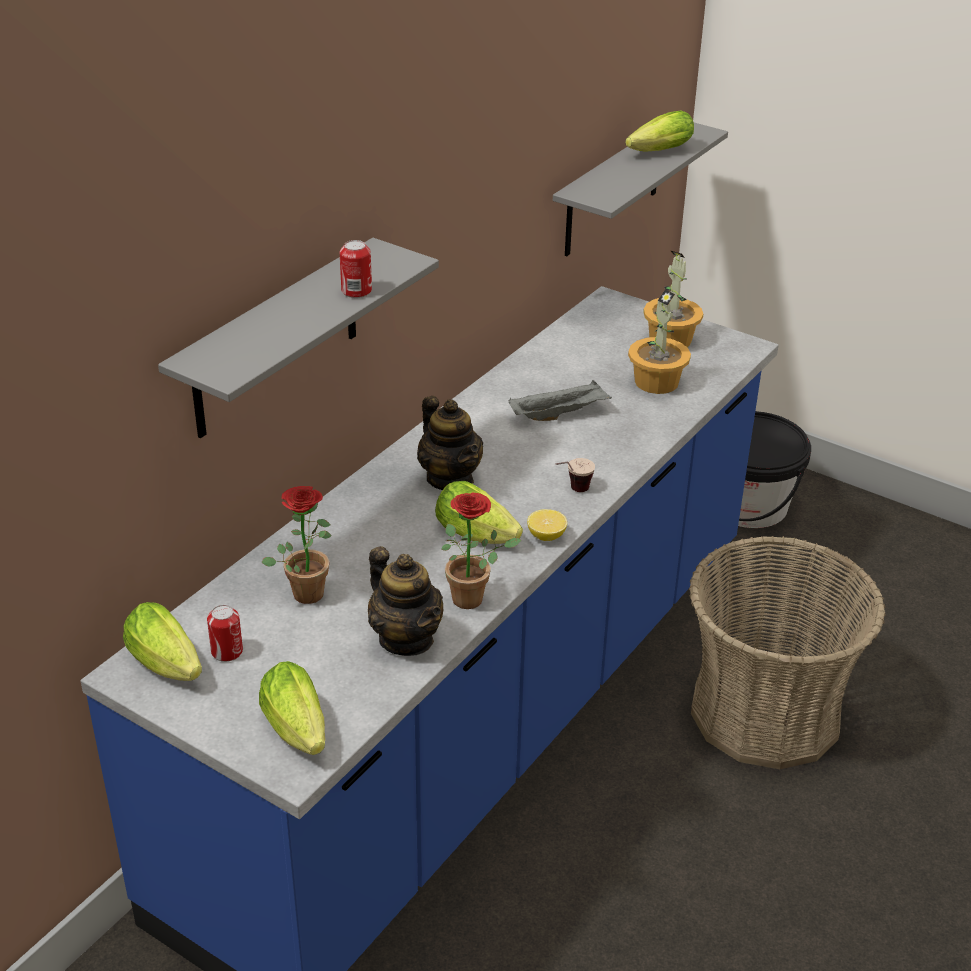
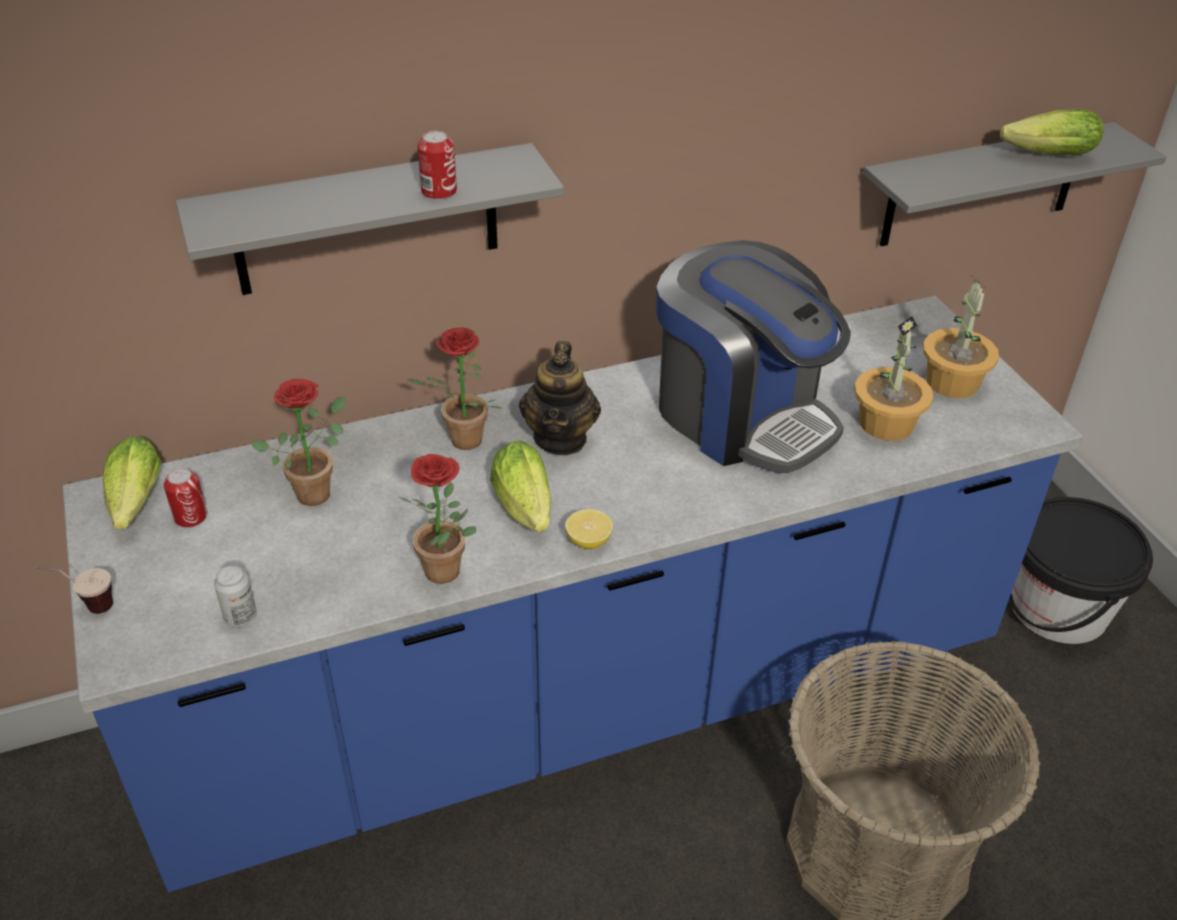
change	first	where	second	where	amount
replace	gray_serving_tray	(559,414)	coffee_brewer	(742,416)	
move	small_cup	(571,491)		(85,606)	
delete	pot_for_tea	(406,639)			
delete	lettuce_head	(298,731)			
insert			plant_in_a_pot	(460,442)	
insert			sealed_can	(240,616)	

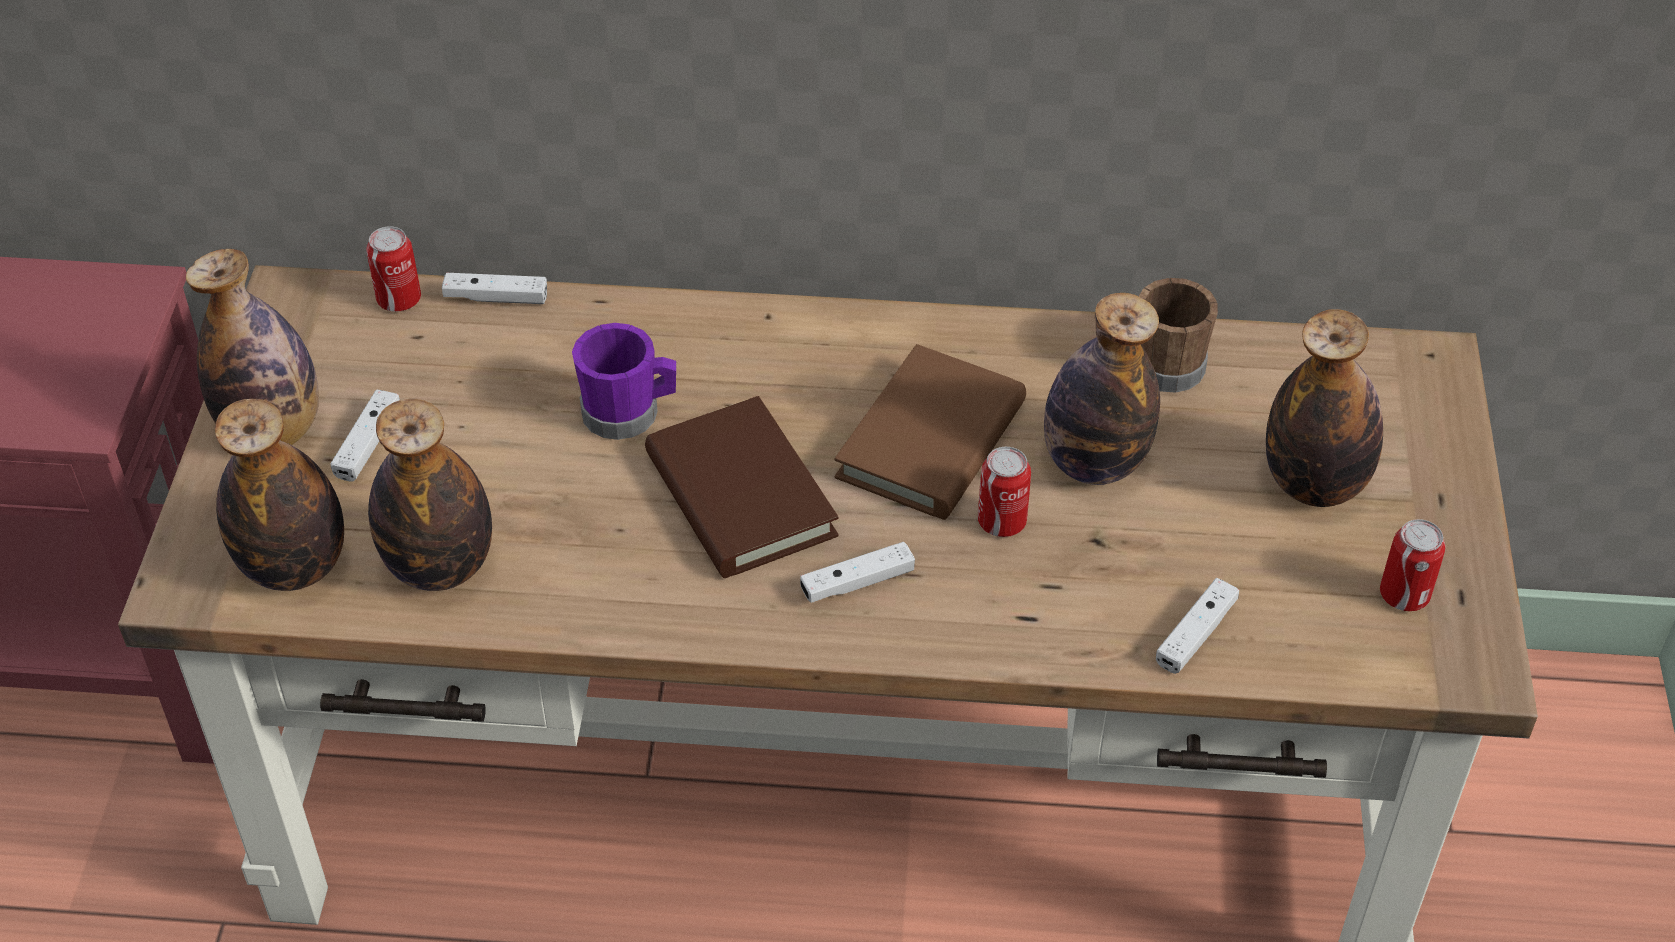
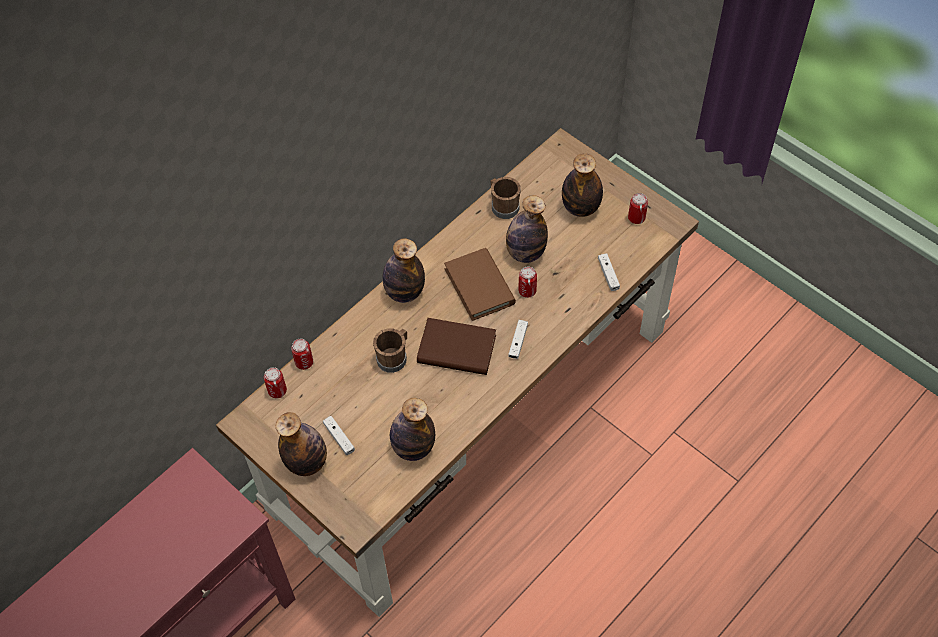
change	first	where	second	where	amount
replace	whitish_joypad	(496,298)	sealed_can	(304,362)	
recolor	purple-coloured_mug	(629,413)	brown_mug	(394,357)	
move	drink_bottle	(295,566)		(404,292)	

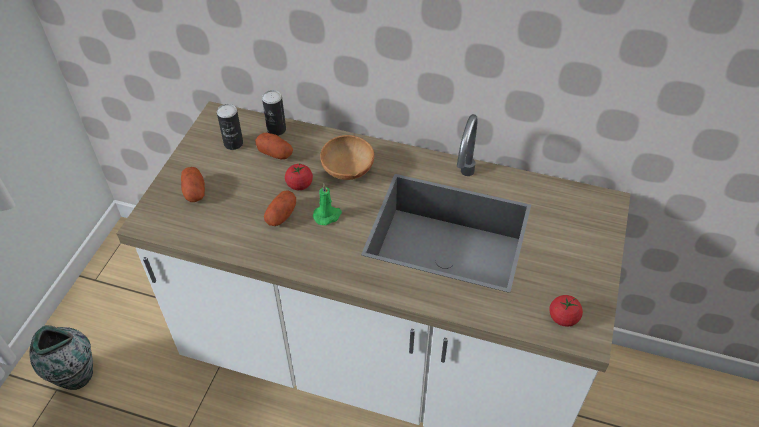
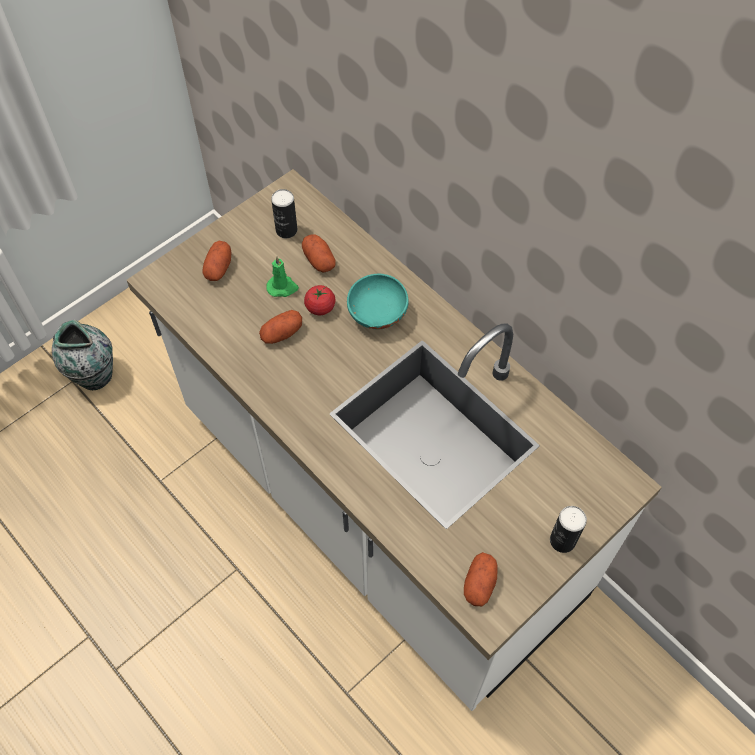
change	first	where	second	where	amount
move	sealed_can	(276,129)		(562,540)	
recolor	brown_bowl	(347,171)	turquoise_bowl	(376,314)	
move	greenish_wax_candle	(327,215)		(282,287)	
replace	fresh_tomato	(563,318)	whole_potato	(479,584)	

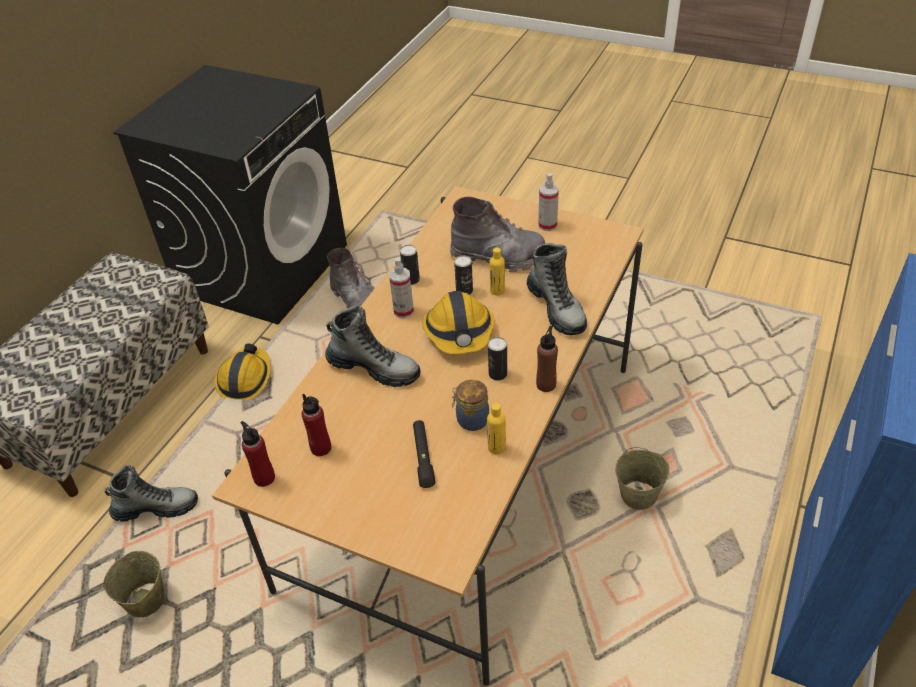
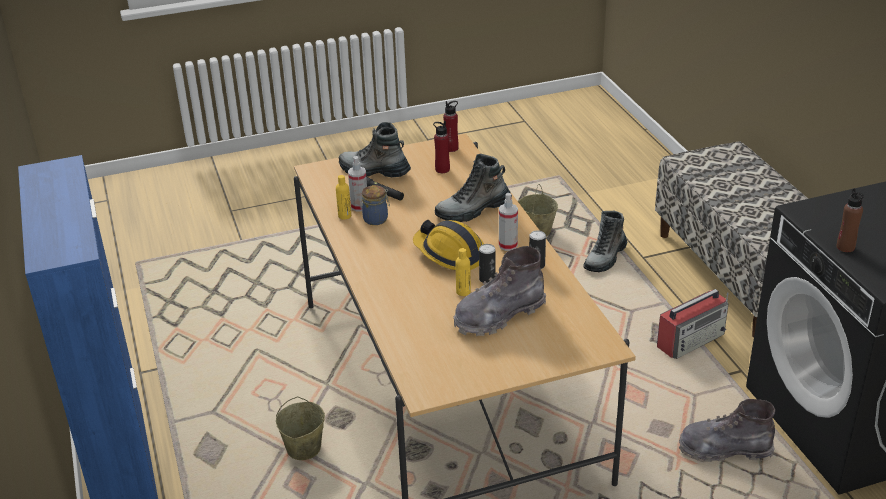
change	first	where	second	where	amount
move	spray_bottle	(547,225)		(359,206)	
move	tall_boot	(556,308)		(374,171)	
move	brown_drink_bottle	(546,384)		(845,247)	
delete	sealed_can	(497,374)			
replace	work_helmet	(245,379)	radio_receiver	(691,340)	

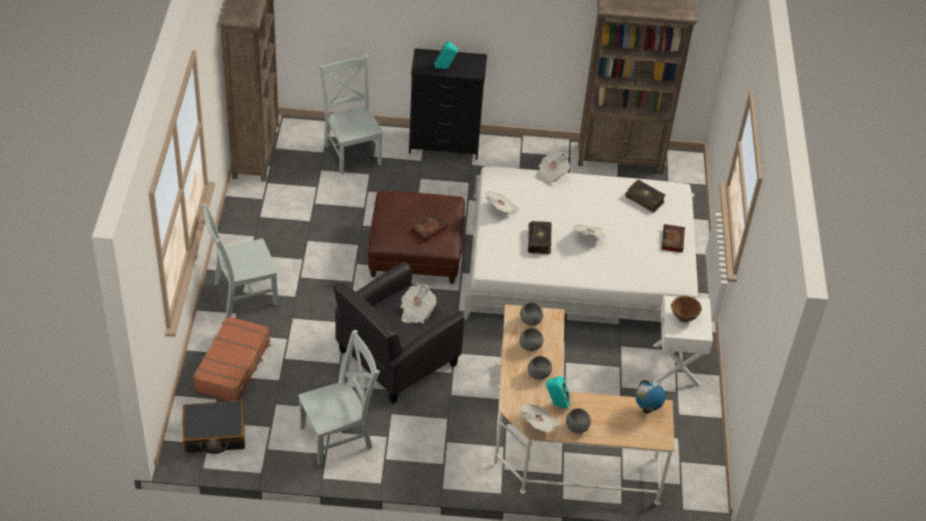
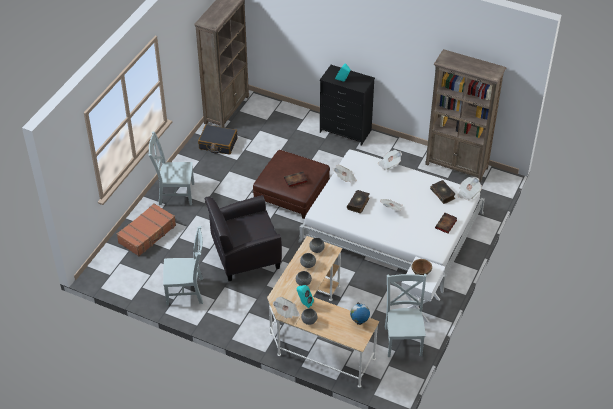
change	first	where	second	where	amount
move	gray_upright_chair	(352,152)		(403,339)	
move	daily_paper	(416,311)		(468,193)	
move	black-coloured_piece_of_luggage	(214,433)		(218,144)	

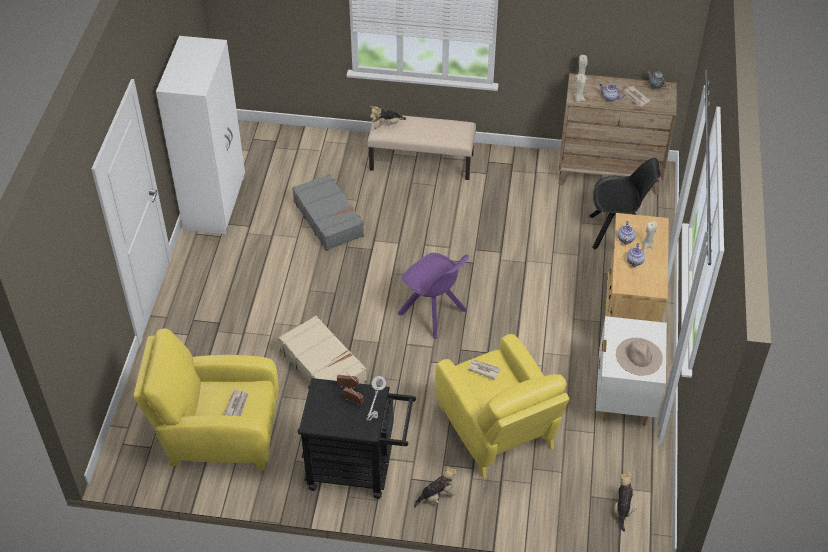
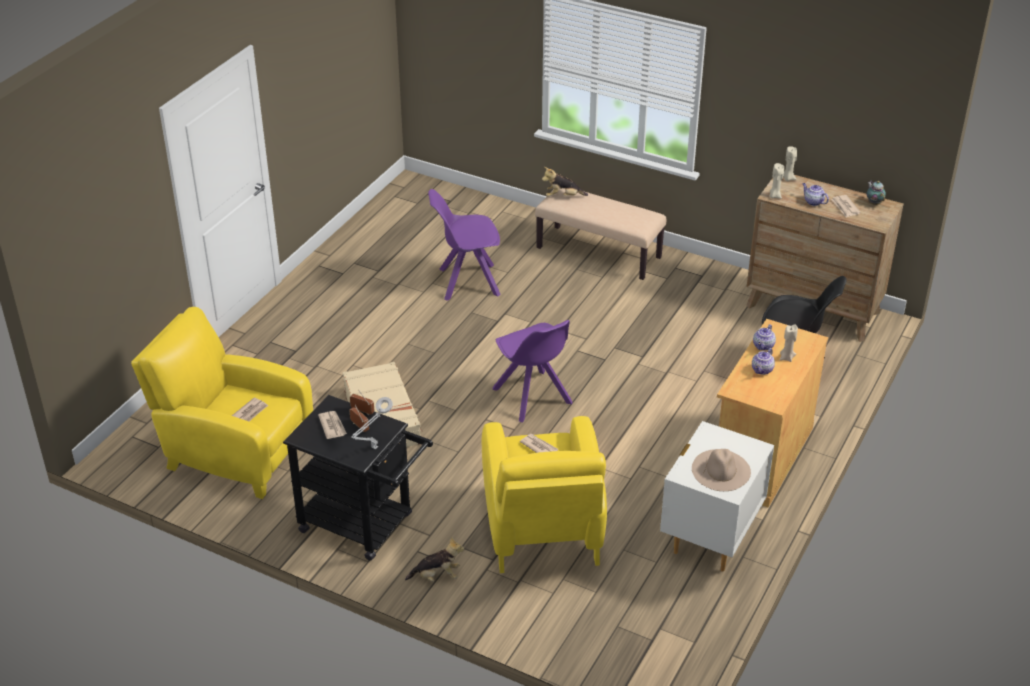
change	first	where	second	where	amount
delete	whitish_clothes_cupboard	(215,203)			
replace	gray_piece_of_luggage	(329,218)	purple-coloured_upright_chair	(467,282)	
delete	cuddly_toy	(623,508)			
insert			daily_paper	(332,426)	

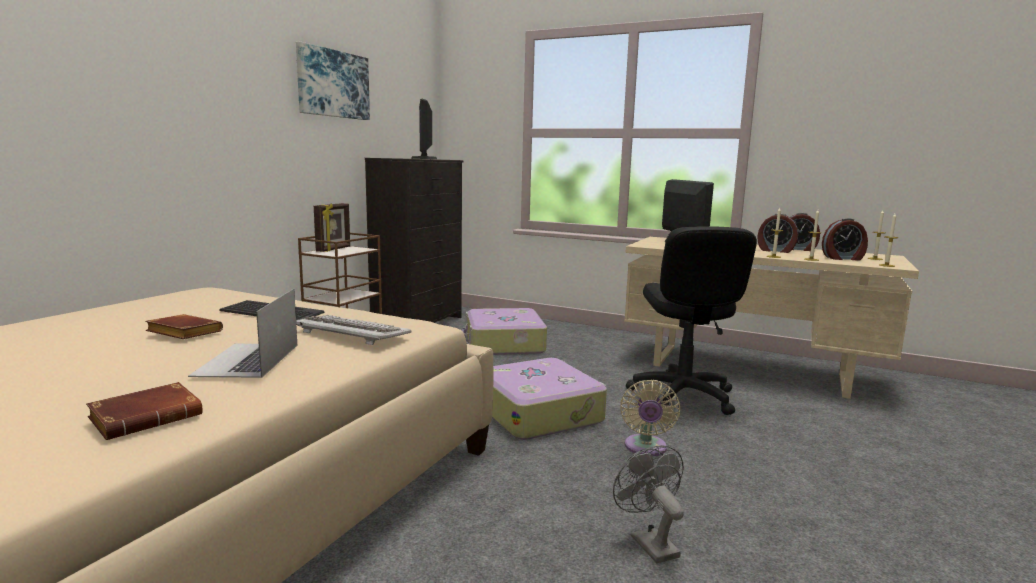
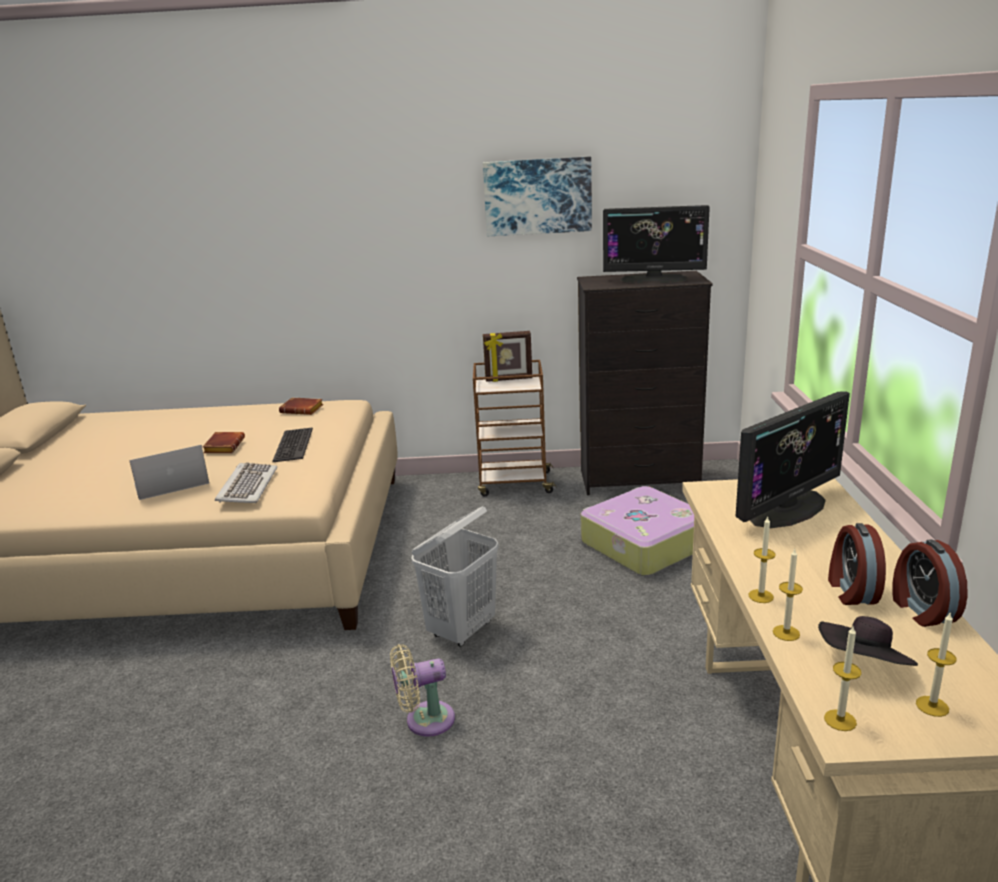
change	first	where	second	where	amount
rotate	computer_screen	(424,158)		(654,279)	135 degrees counterclockwise
replace	alarm_clock	(843,258)	black-coloured_wearable_hat	(864,666)	
delete	black-coloured_computer_chair	(682,396)			
replace	piece_of_luggage	(539,412)	whitish_laundry_basket	(462,630)	
move	brown_bound_book	(148,417)		(303,410)	
delete	gray_cooling_fan	(649,542)			

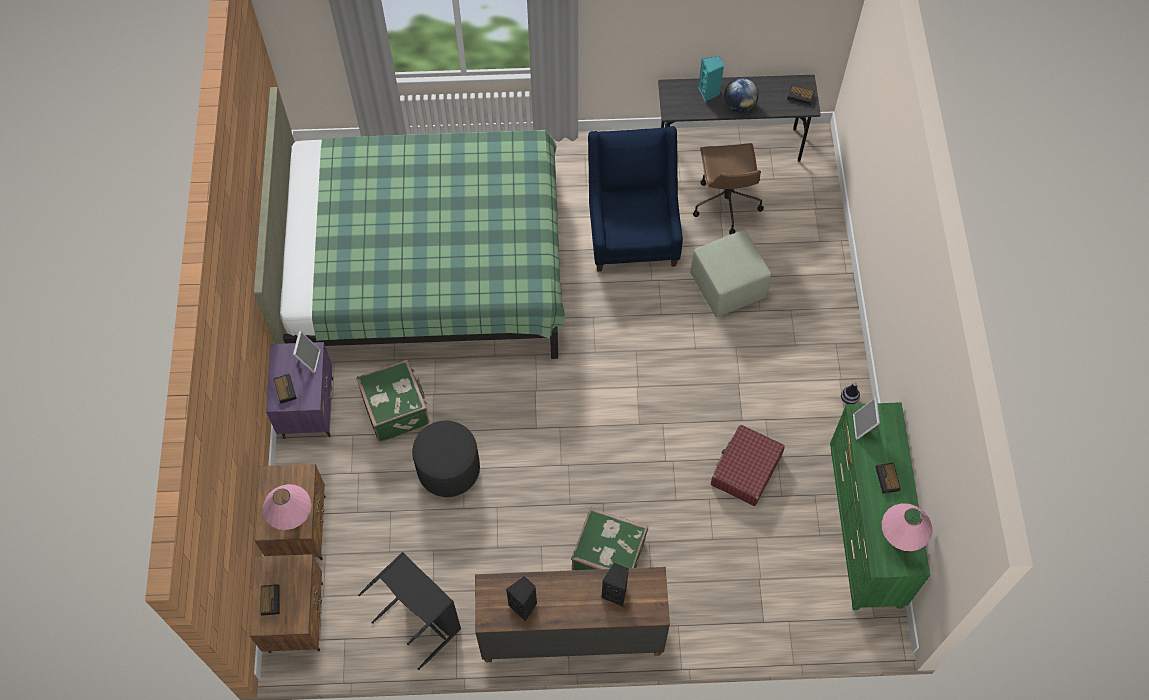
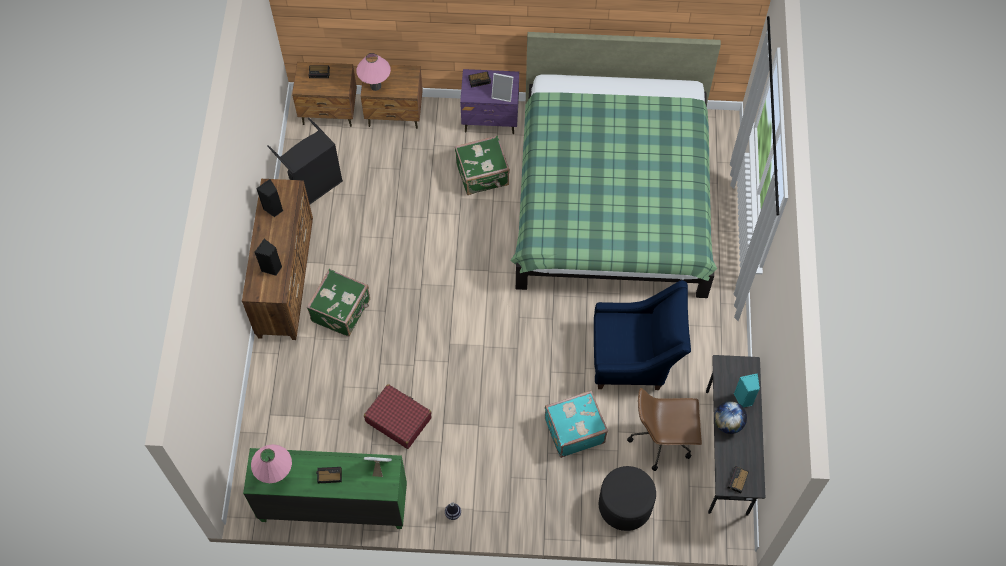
change	first	where	second	where	amount
replace	greenish_footrest	(728,287)	turquoise_piece_of_luggage	(573,430)	
move	black-coloured_footrest	(448,469)		(625,505)	

